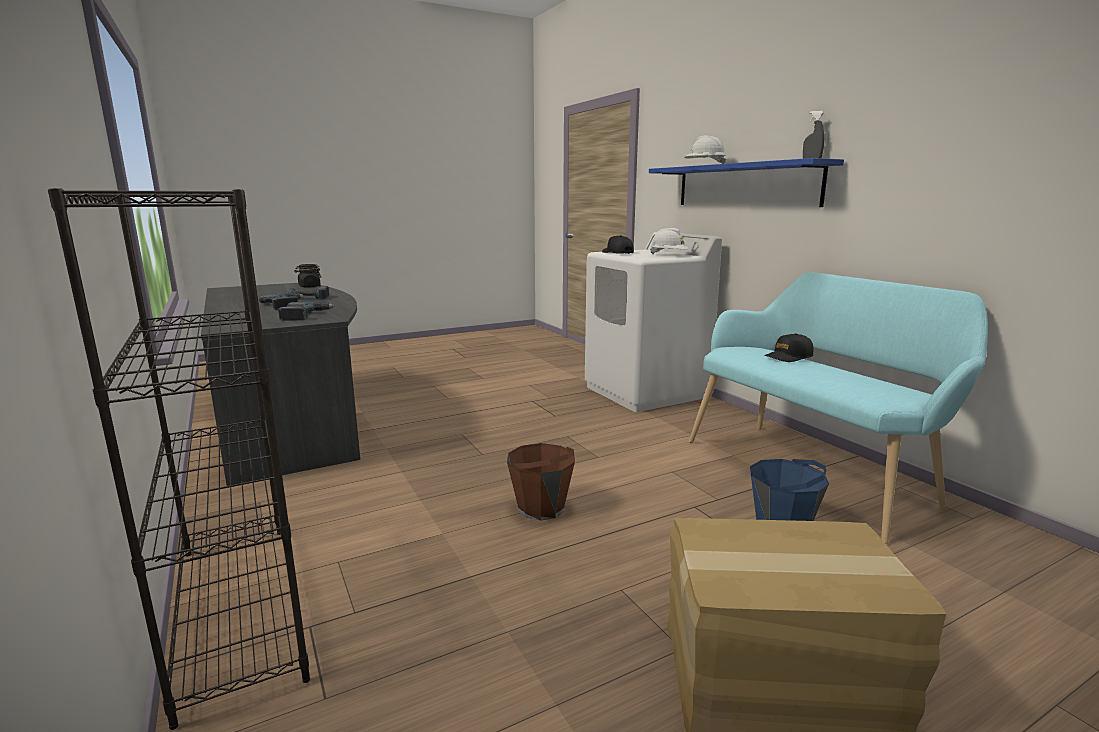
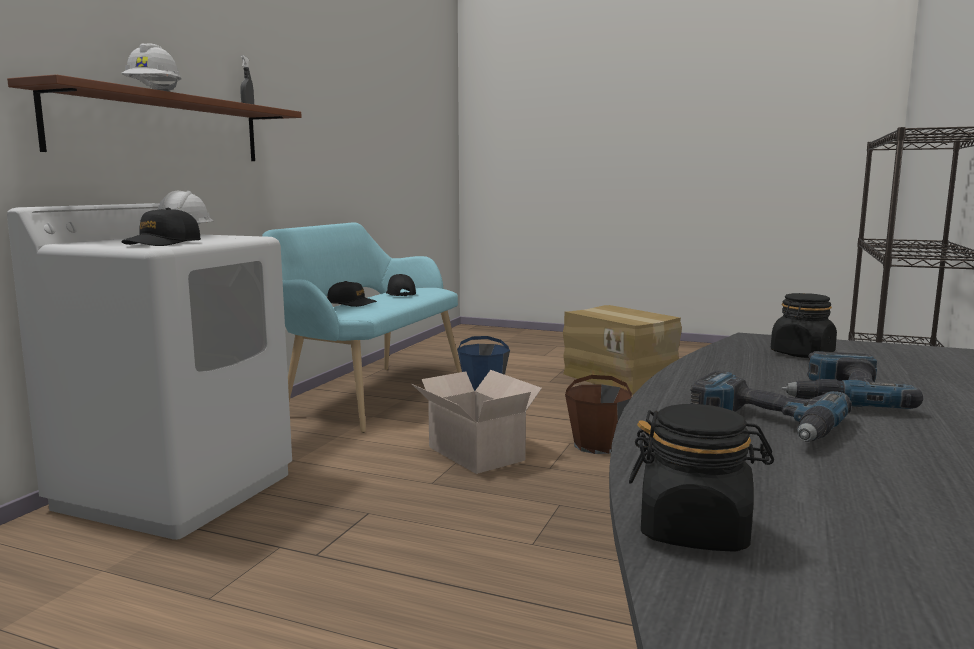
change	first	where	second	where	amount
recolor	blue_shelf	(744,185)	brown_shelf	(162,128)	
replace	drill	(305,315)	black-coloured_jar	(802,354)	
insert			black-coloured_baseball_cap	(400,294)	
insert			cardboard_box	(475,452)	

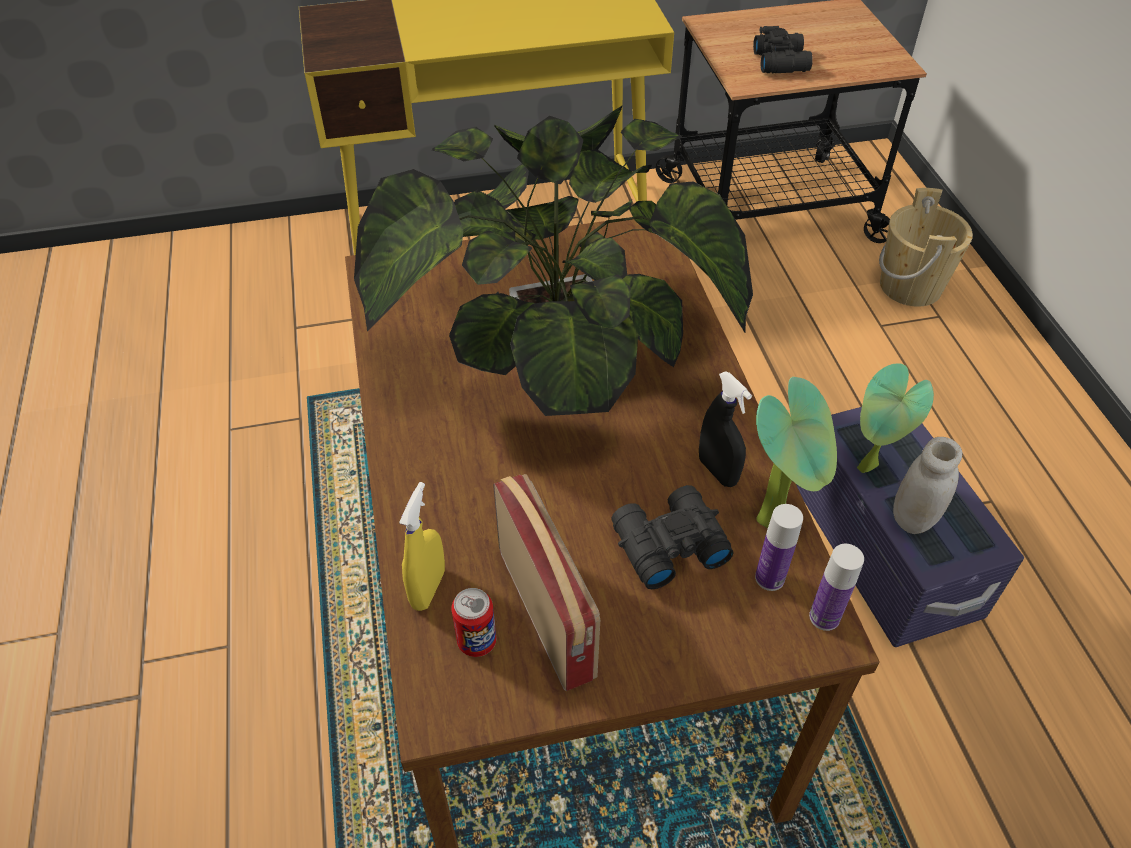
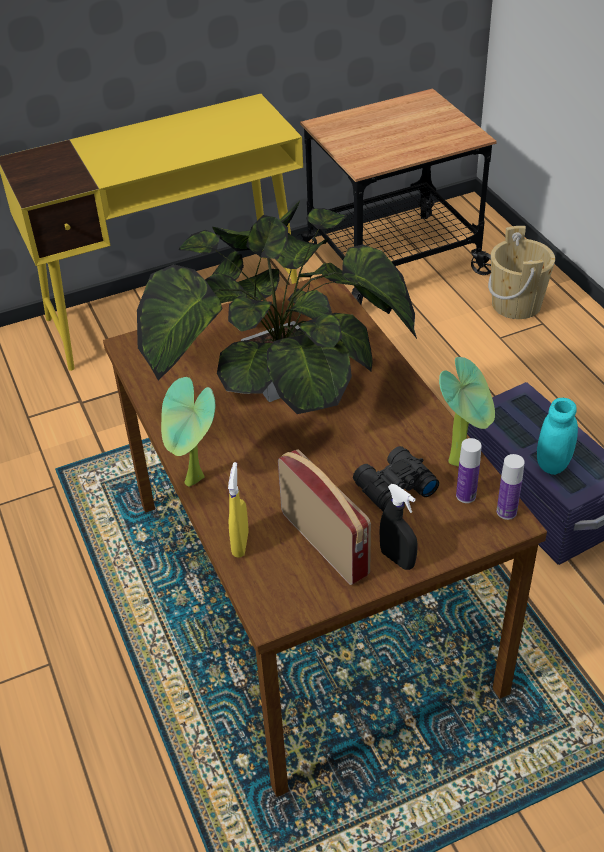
change	first	where	second	where	amount
delete	black-coloured_field_glasses	(781,61)			
move	plant_in_a_pot	(868,470)		(195,483)	
move	black-coloured_spray_bottle	(717,471)		(397,559)	
recolor	whitish_jar	(913,518)	turquoise_jar	(553,464)	
delete	sealed_can	(476,641)			

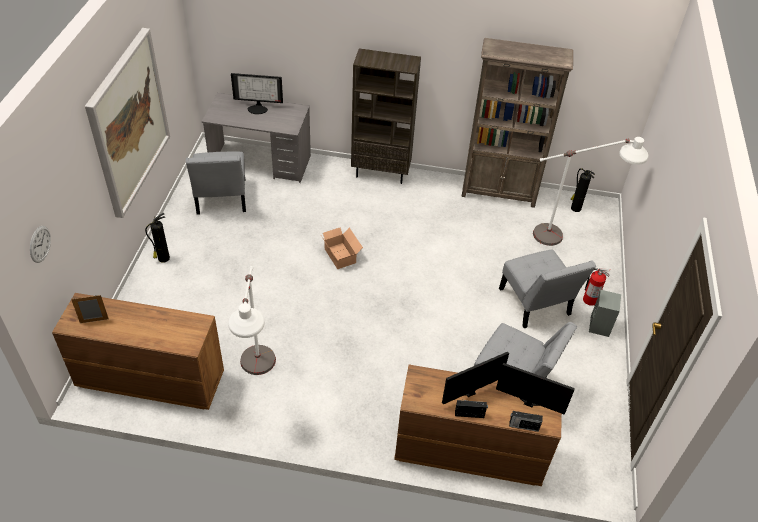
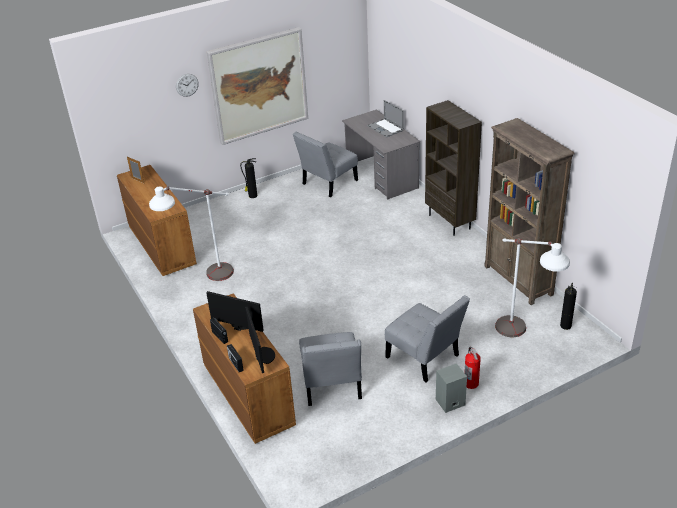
change	first	where	second	where	amount
replace	computer_screen	(258,108)	notebook_computer	(385,128)	
move	wall_clock	(40,244)		(187,85)	
delete	cardboard_box	(341,255)			
rotate	gray_upright_chair	(536,305)		(425,358)	75 degrees counterclockwise

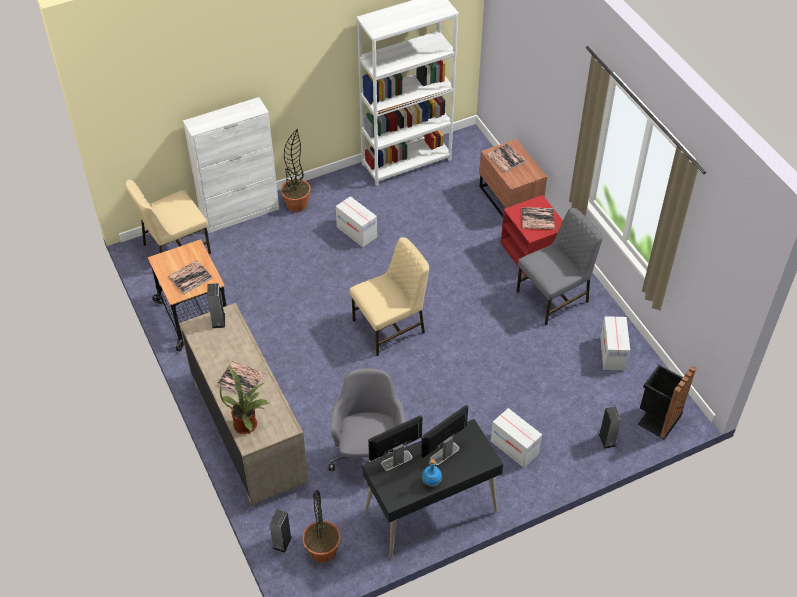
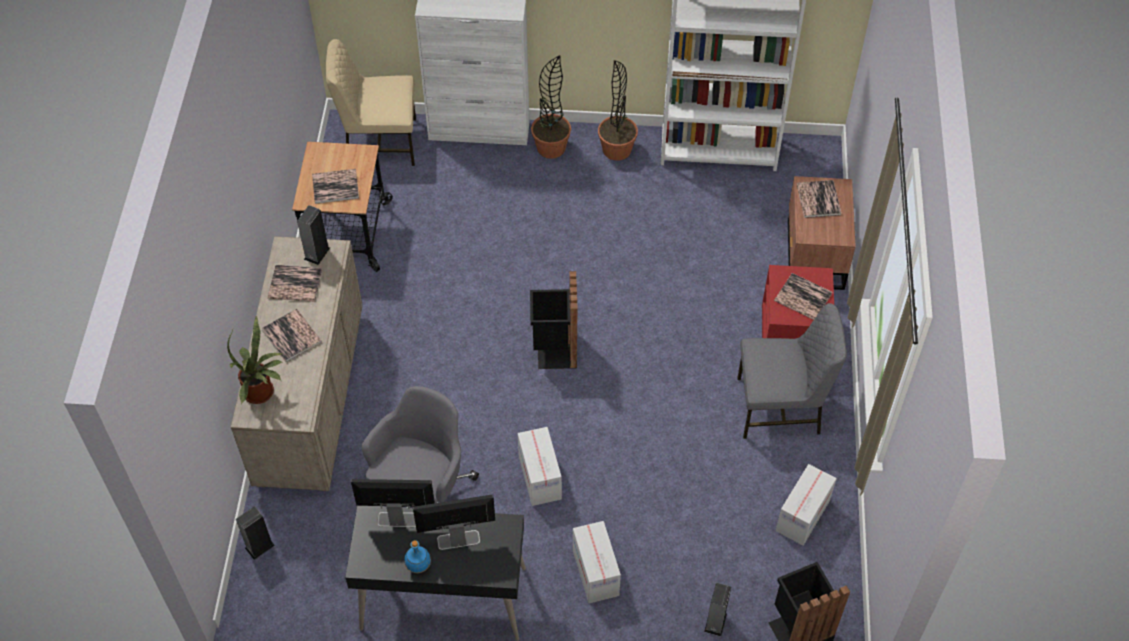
change	first	where	second	where	amount
move	cardboard_box	(357,232)		(540,477)	
replace	beige_upright_chair	(390,327)	black-coloured_waste_bin	(554,350)	
move	plant_in_a_pot	(322,550)		(616,150)	
insert			bound_book	(295,284)	

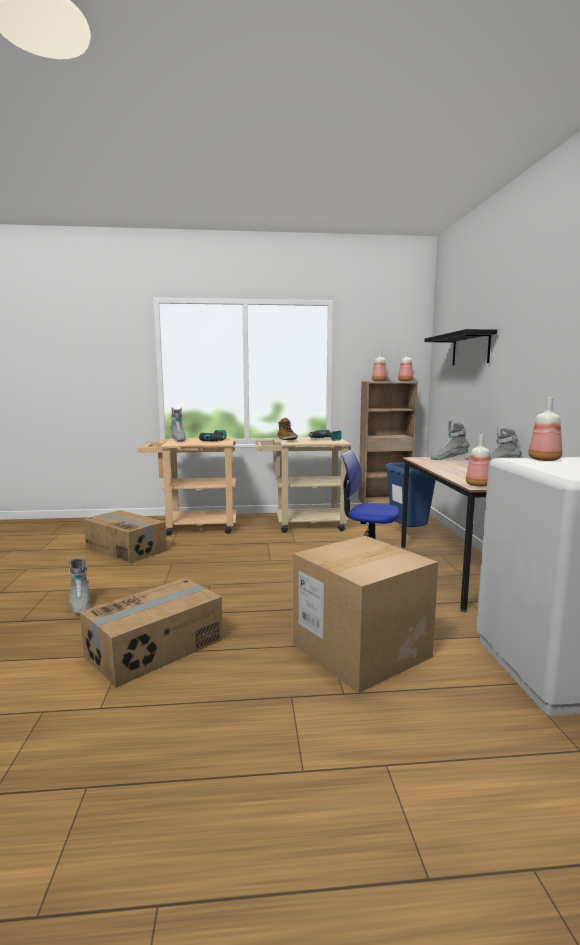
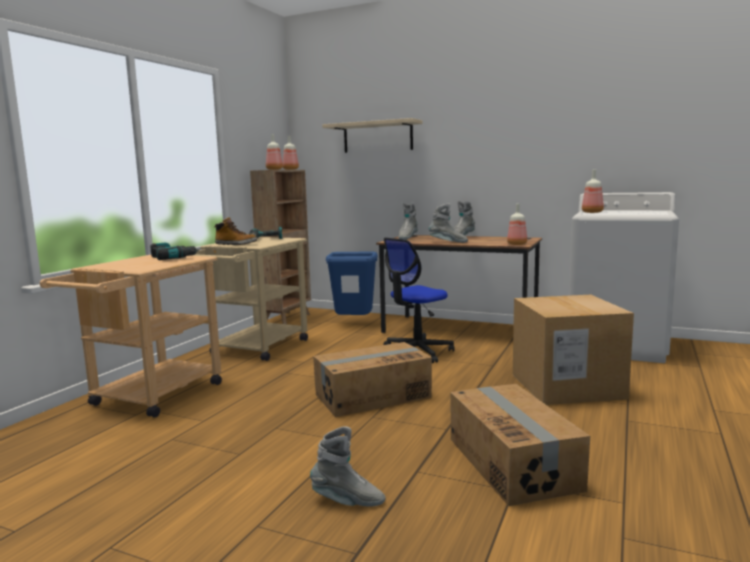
change	first	where	second	where	amount
recolor	black-coloured_shelf	(470,349)	beige_shelf	(377,137)	
move	gray_tall_boot	(178,440)		(448,242)	
move	cardboard_box	(126,549)		(372,396)	

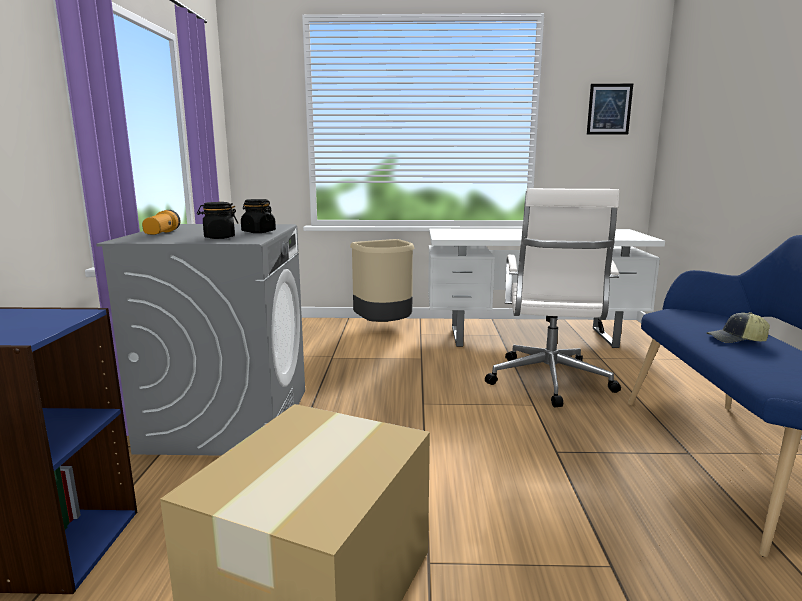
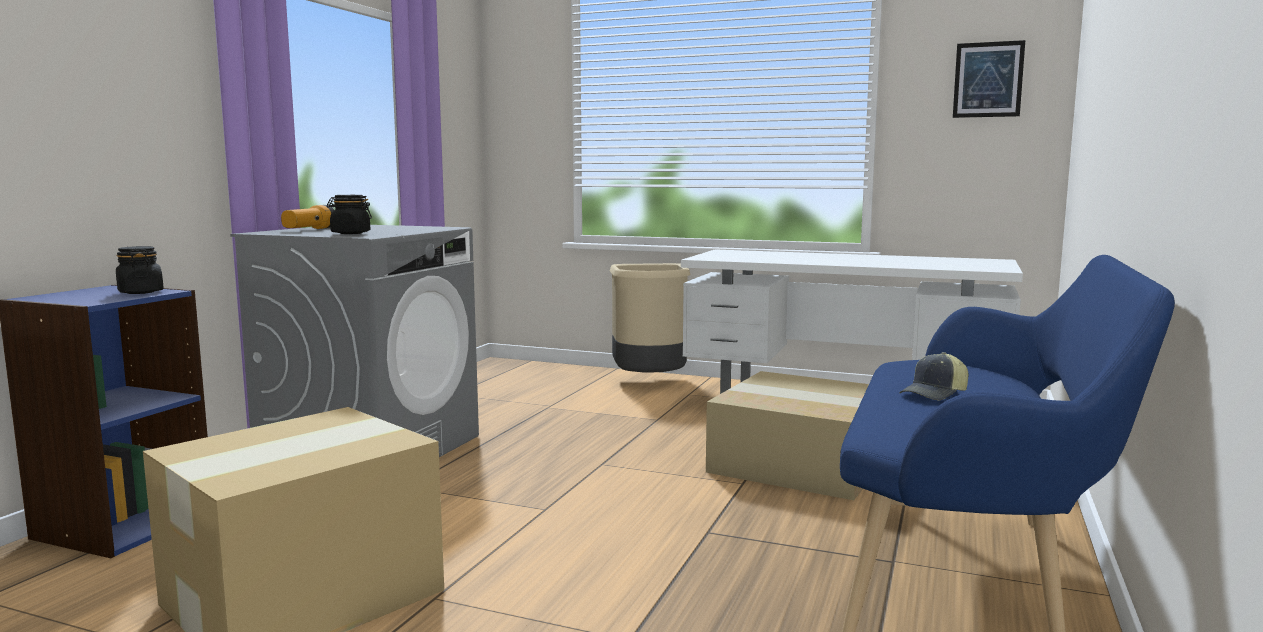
change	first	where	second	where	amount
replace	whitish_computer_chair	(549,382)	cardboard_box	(798,463)	
move	black-coloured_jar	(258,232)		(140,292)	
rotate	baseball_cap	(736,340)		(935,394)	60 degrees counterclockwise

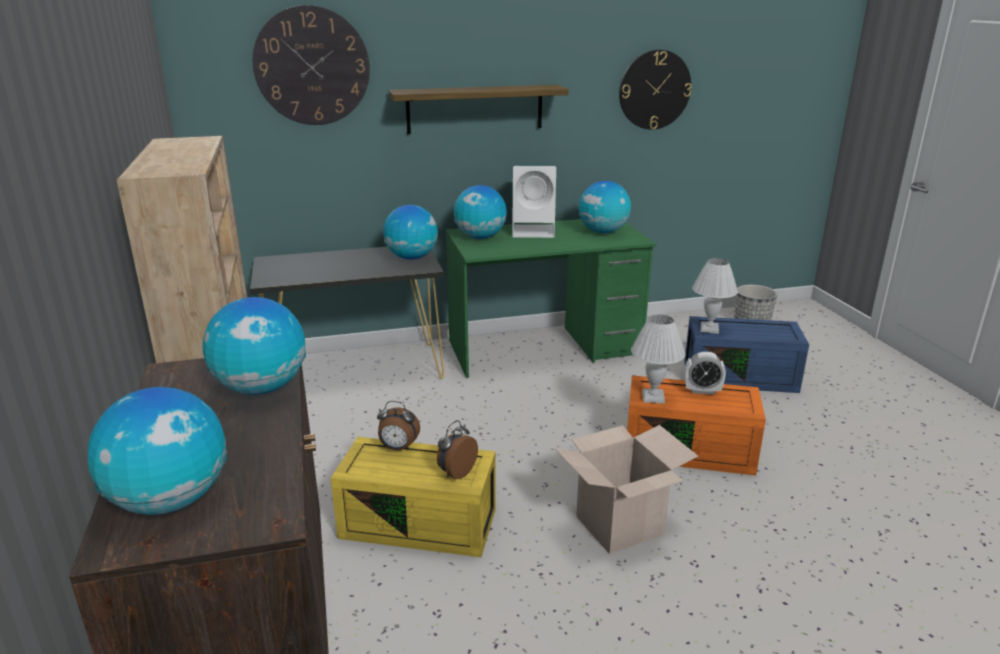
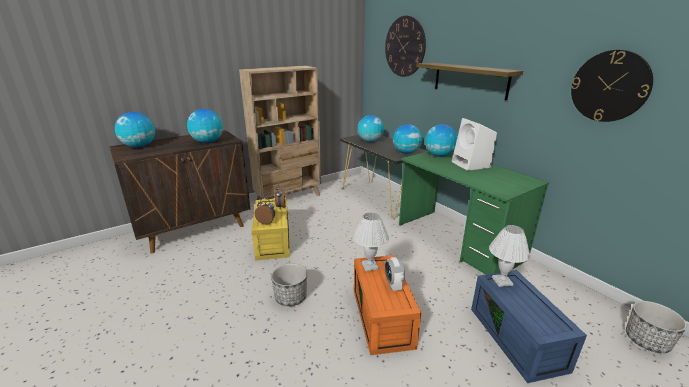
change	first	where	second	where	amount
move	desk_globe	(603,232)		(370,141)	
replace	cardboard_box	(619,525)	flower_pot	(290,297)	

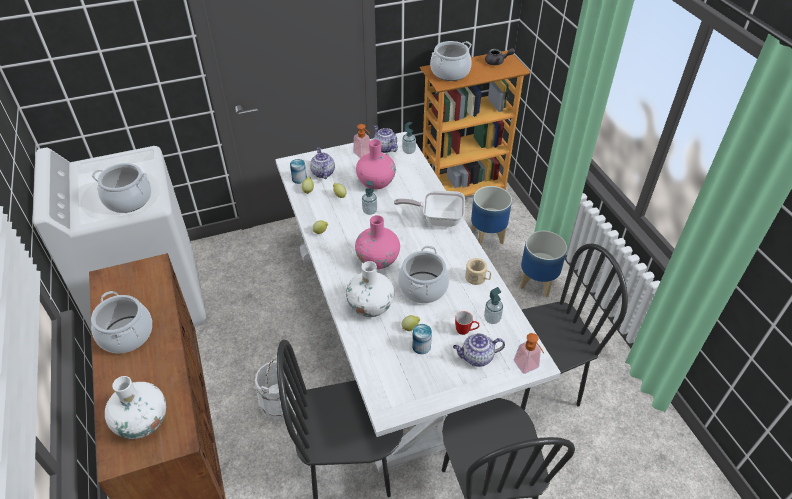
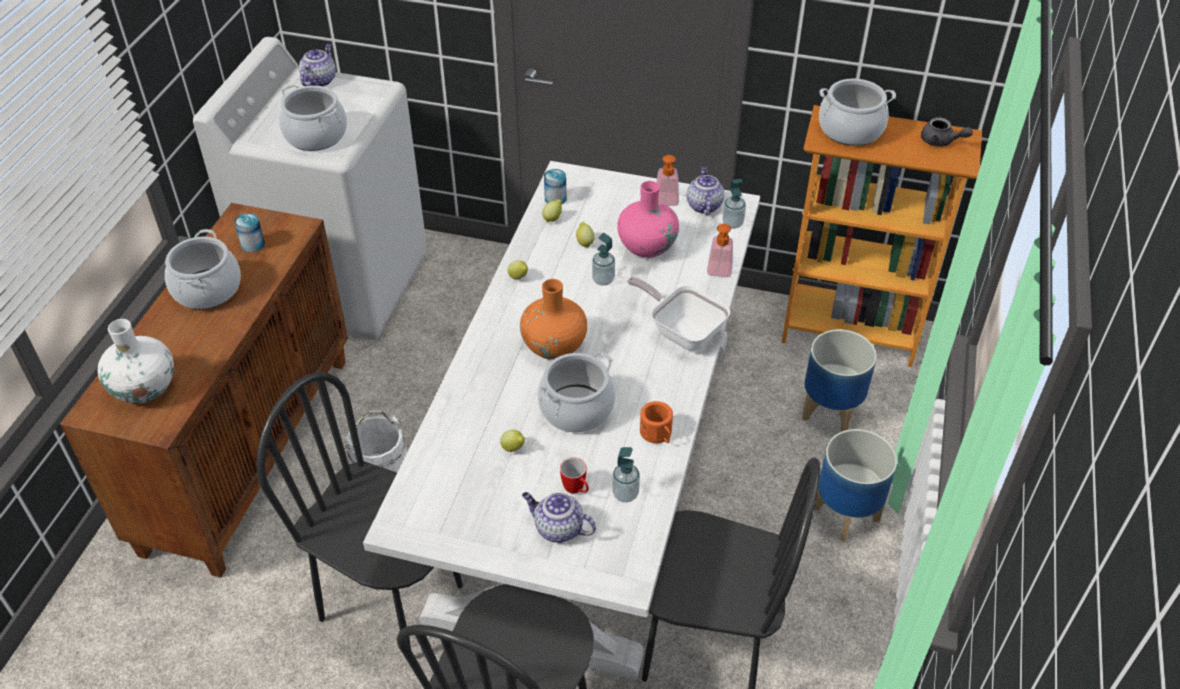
change	first	where	second	where	amount
move	pot_for_tea	(322,172)		(319,80)	
recolor	pink-coloured_flower_vase	(378,260)	orangey_flower_vase	(554,346)	
recolor	beige_mug	(477,278)	orangey_mug	(657,434)	
delete	whitish_flower_vase	(370,306)			
move	sealed_can	(421,346)		(253,244)	
move	soap_dispenser	(528,367)		(719,273)	

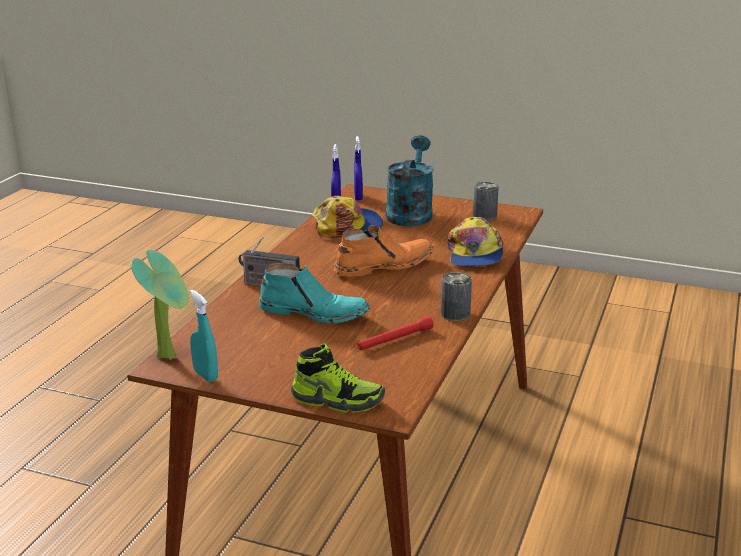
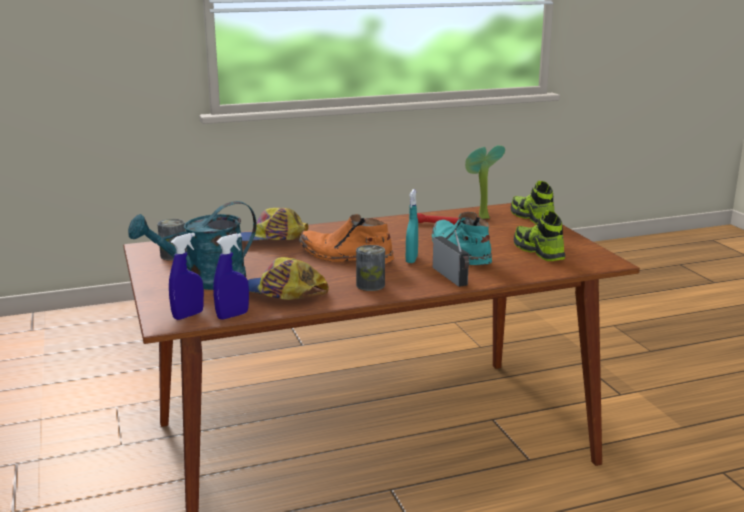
change	first	where	second	where	amount
rotate	baseball_cap	(474,254)		(271,239)	150 degrees counterclockwise
move	plant_in_a_pot	(170,355)		(480,217)	
move	sealed_can	(455,314)		(370,285)	
move	turquoise_spray_bottle	(205,375)		(411,259)	
insert			low_shoe	(538,251)	

